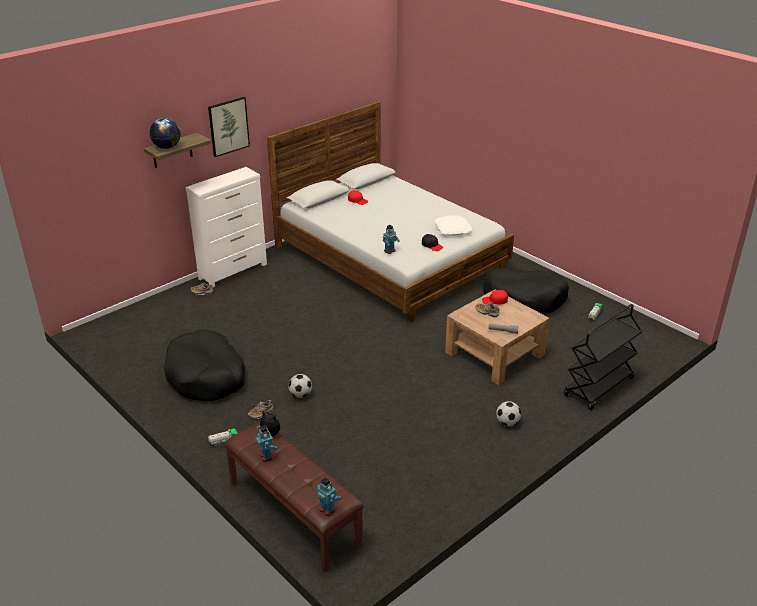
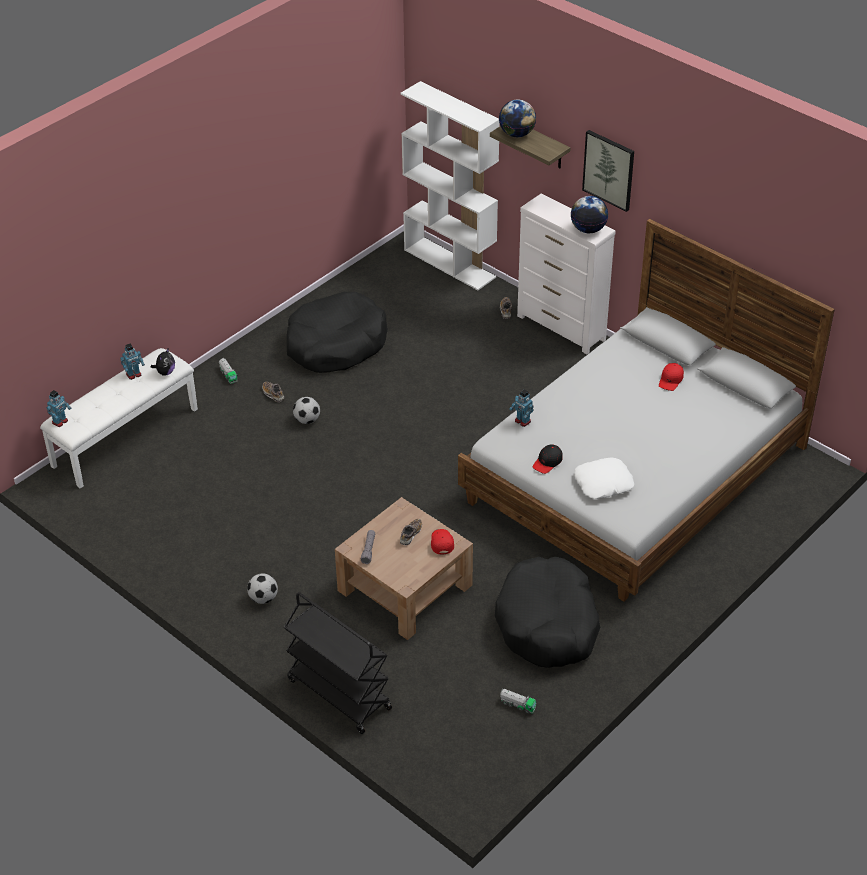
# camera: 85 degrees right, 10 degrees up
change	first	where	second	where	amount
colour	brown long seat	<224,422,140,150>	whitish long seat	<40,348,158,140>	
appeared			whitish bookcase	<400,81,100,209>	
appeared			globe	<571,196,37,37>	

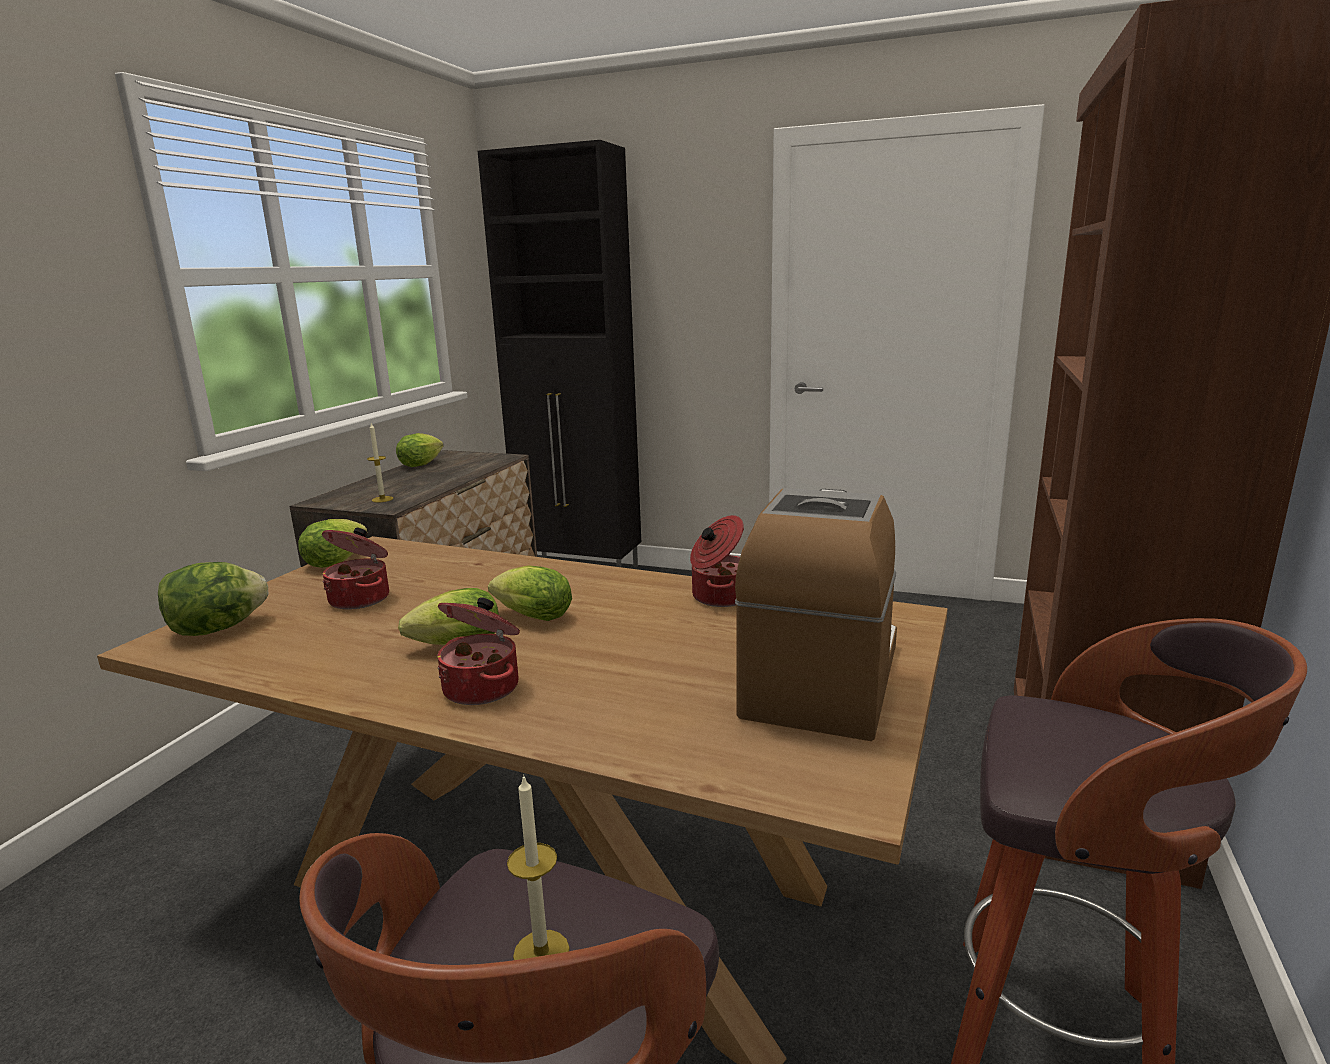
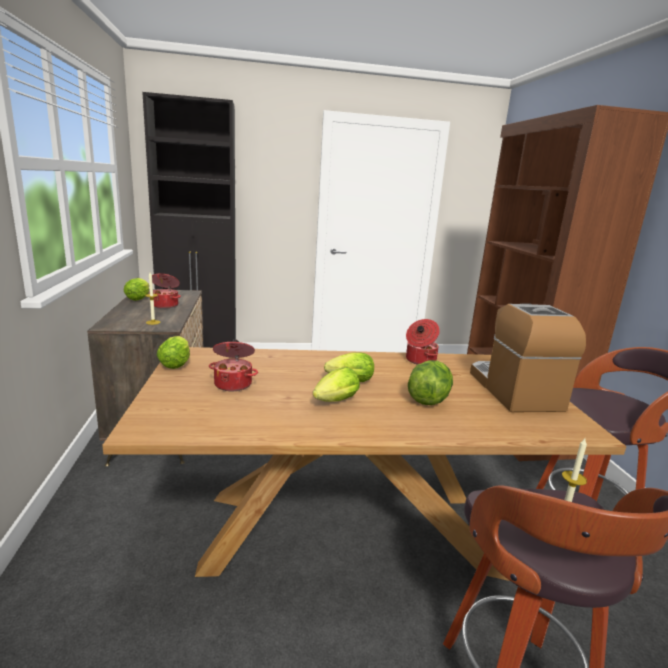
# camera: 30 degrees left, 0 degrees up
change	first	where	second	where	amount
relocated	lettuce	<158,562,110,74>		<408,360,45,45>	
relocated	stockpot	<438,597,82,108>		<149,273,32,36>	

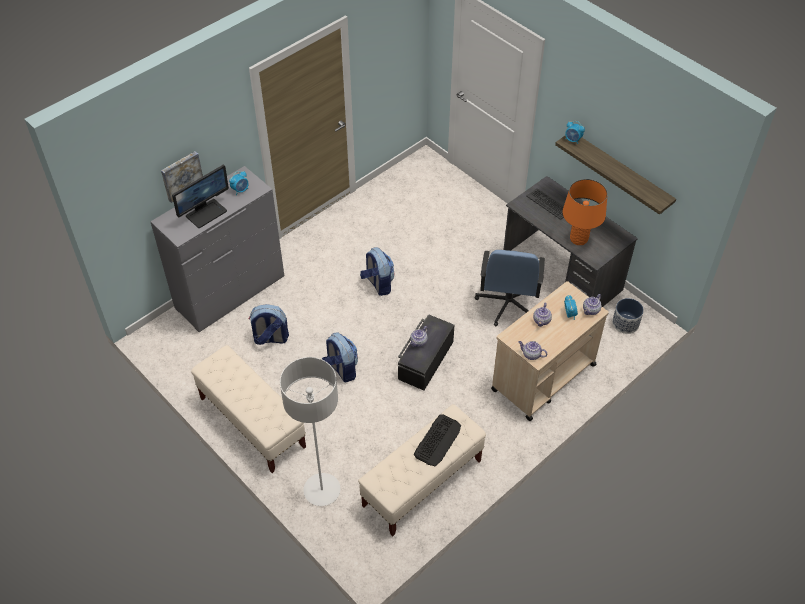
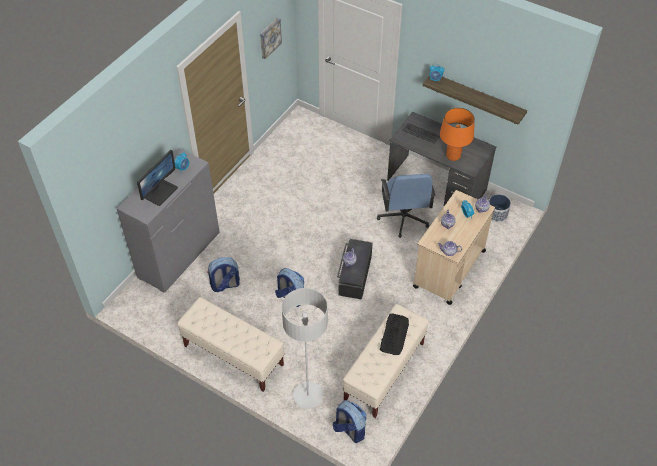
# camera: 15 degrees left, 0 degrees up
change	first	where	second	where	amount
relocated	wall art	<161,151,42,52>		<260,18,22,41>	
relocated	rucksack	<360,247,34,49>		<333,400,33,43>	

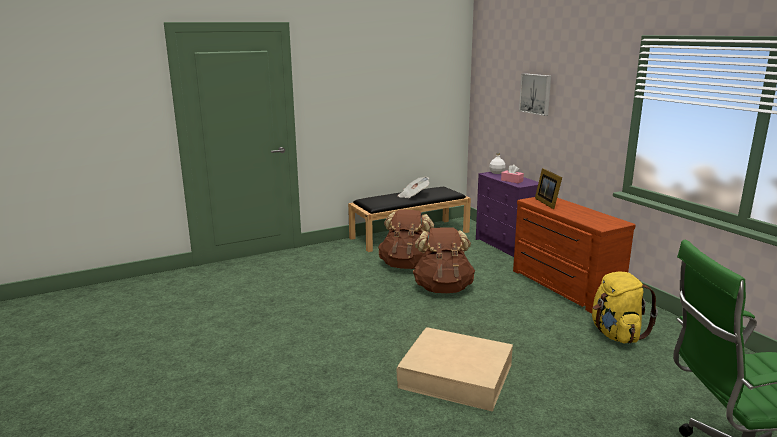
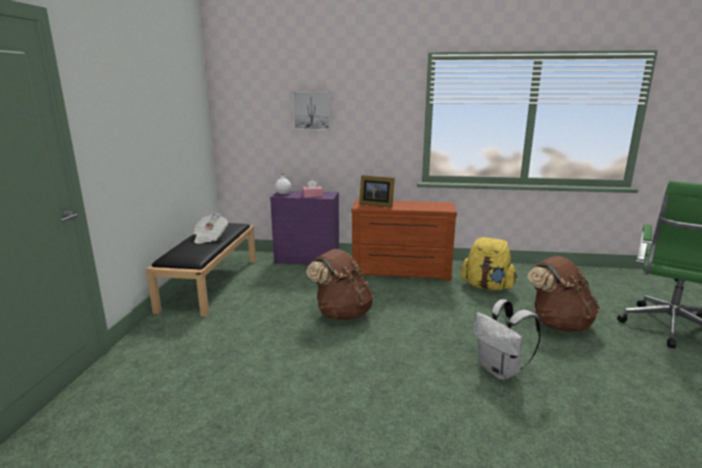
# camera: 55 degrees left, 0 degrees up
change	first	where	second	where	amount
relocated	brown rucksack	<378,209,56,60>		<527,256,73,76>	
exchanged	sand-coloured storage container	<396,327,117,84>	whitish rucksack	<473,299,68,81>	

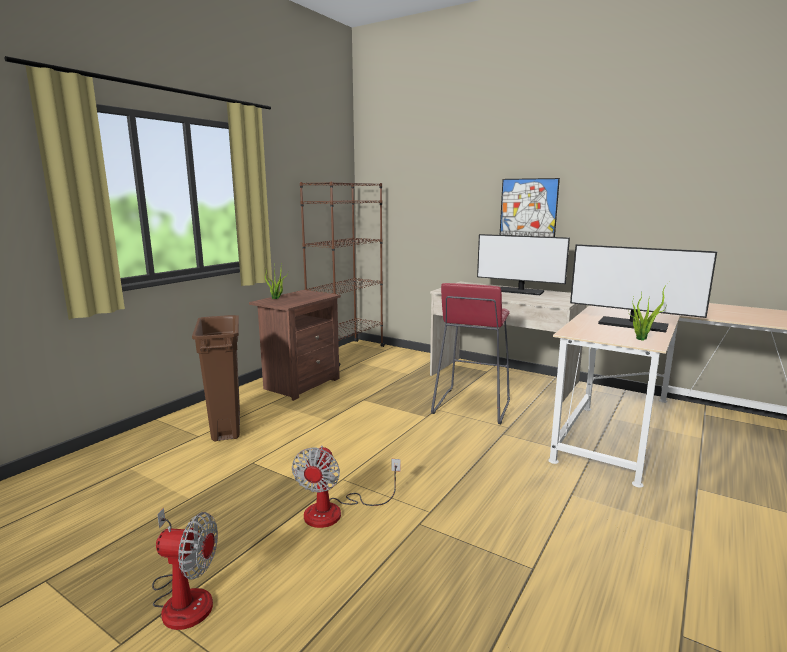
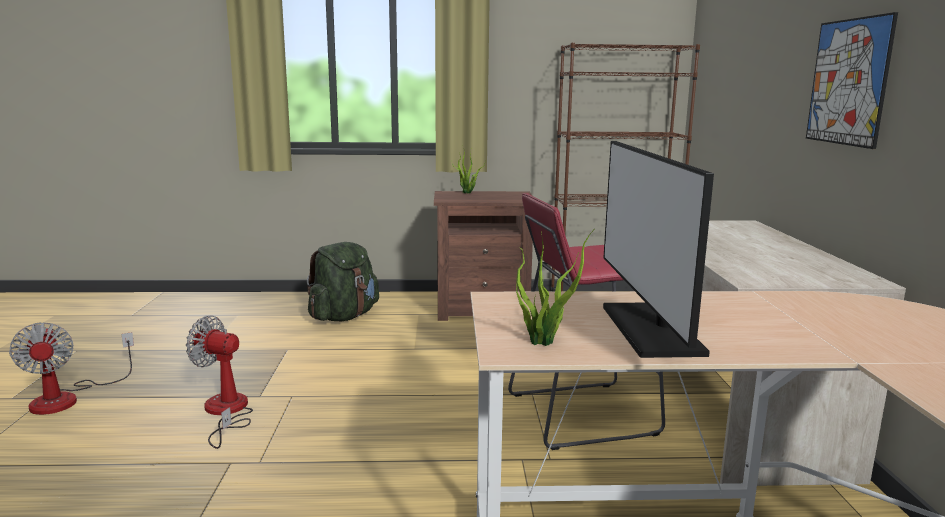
# camera: 55 degrees right, 0 degrees up
change	first	where	second	where	amount
exchanged	brown rubbish bin	<192,315,48,127>	green-coloured rucksack	<307,242,72,79>	
spun	fan	<292,446,109,82>		<186,315,67,134>	45 degrees clockwise
missing	computer display	<477,234,93,61>			

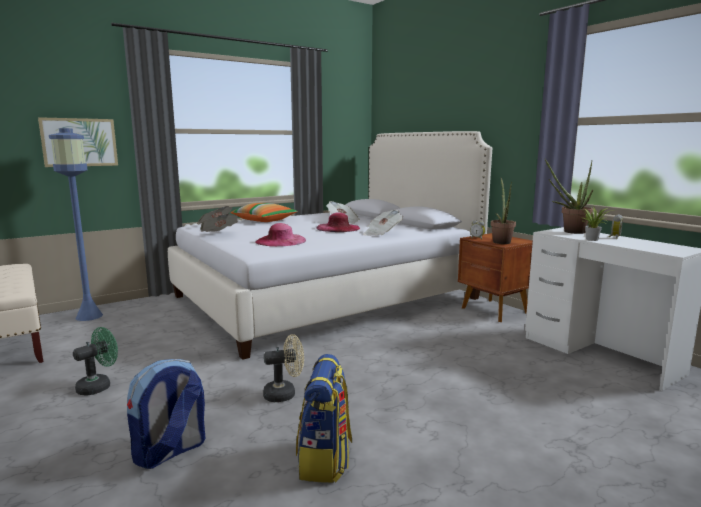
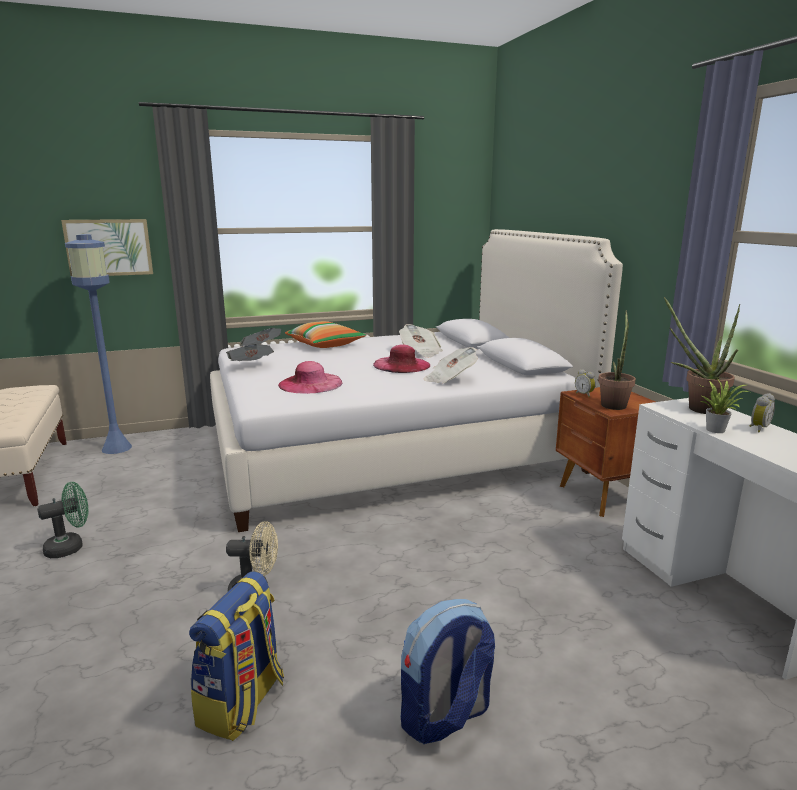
# camera: 15 degrees right, 5 degrees up
change	first	where	second	where	amount
relocated	rucksack	<127,359,78,110>		<401,599,94,145>	

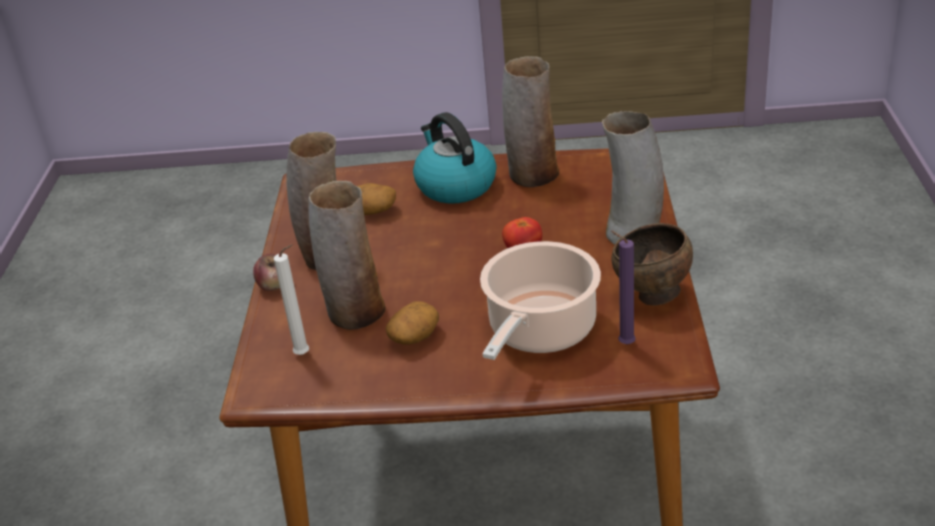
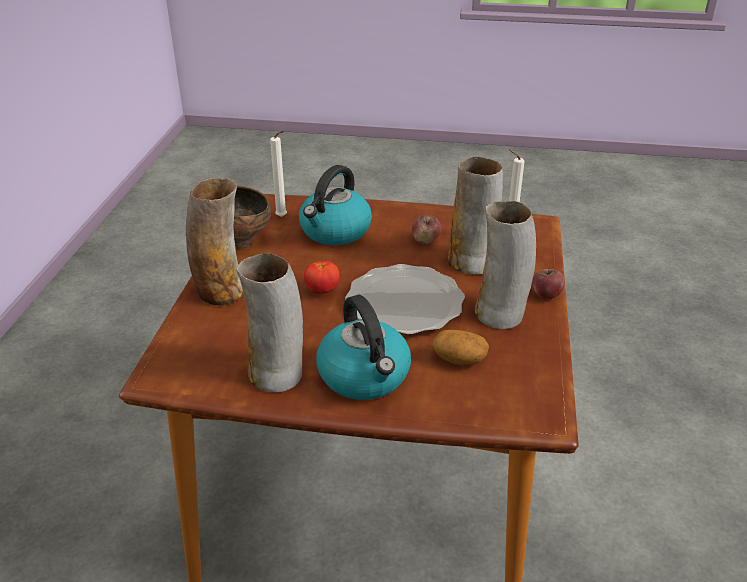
# camera: 175 degrees left, 0 degrees up
change	first	where	second	where	amount
exchanged	potato	<386,301,53,44>	apple fruit	<412,214,29,30>	
exchanged	stockpot	<480,241,121,119>	tea kettle	<299,165,73,80>	
colour	purple candle	<611,231,25,113>	whitish candle	<270,131,17,86>	
appeared			plate	<345,264,120,71>	

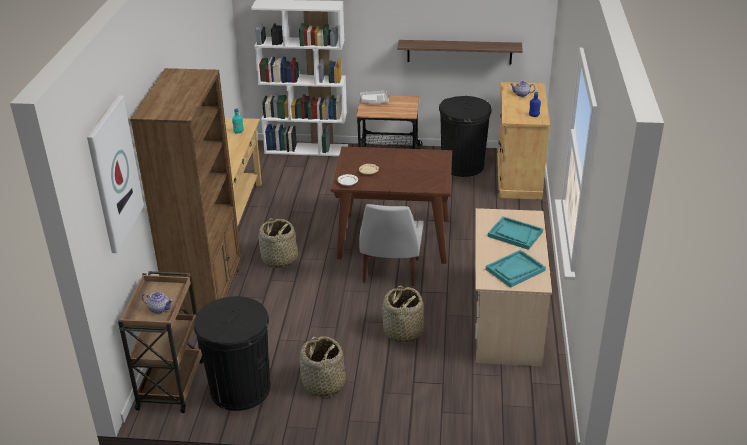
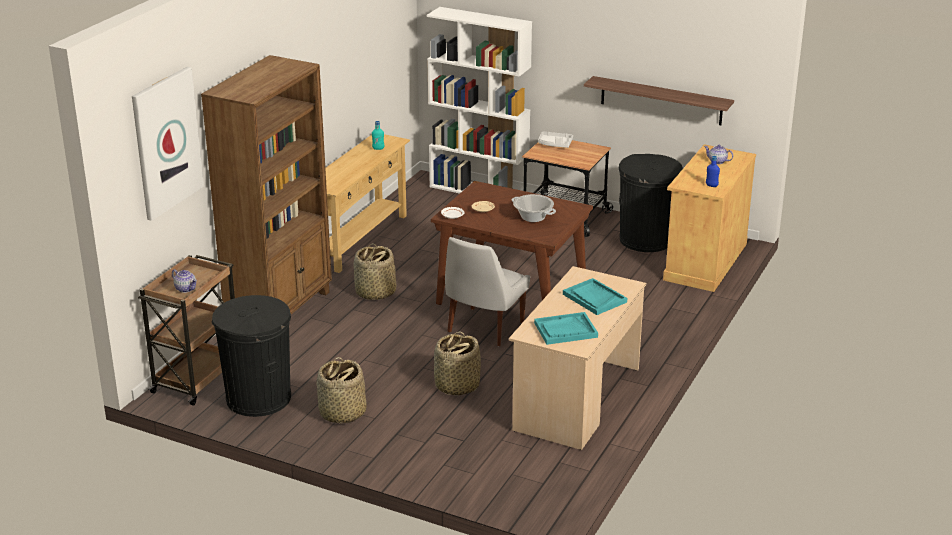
# camera: 20 degrees right, 5 degrees down
change	first	where	second	where	amount
appeared			stockpot	<512,194,44,28>	

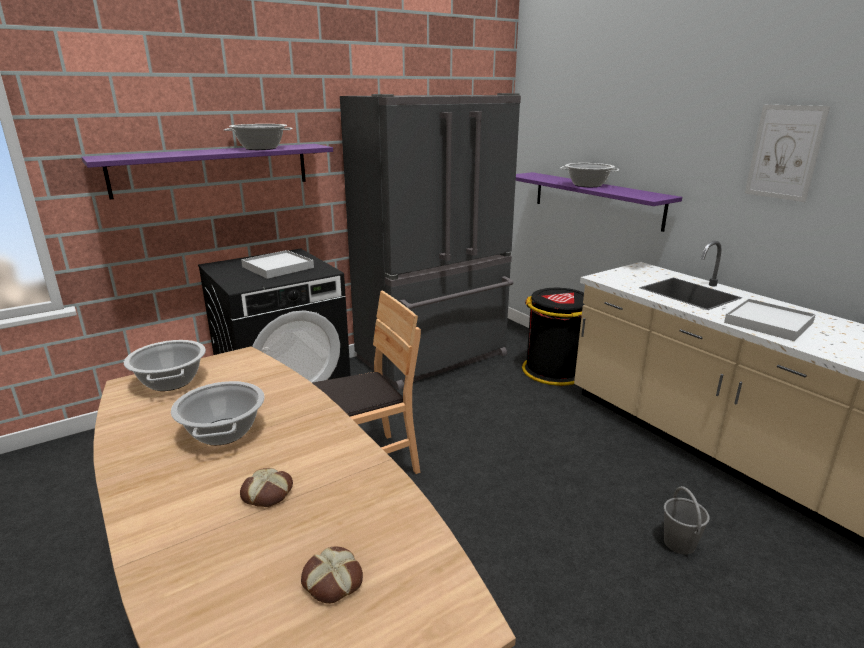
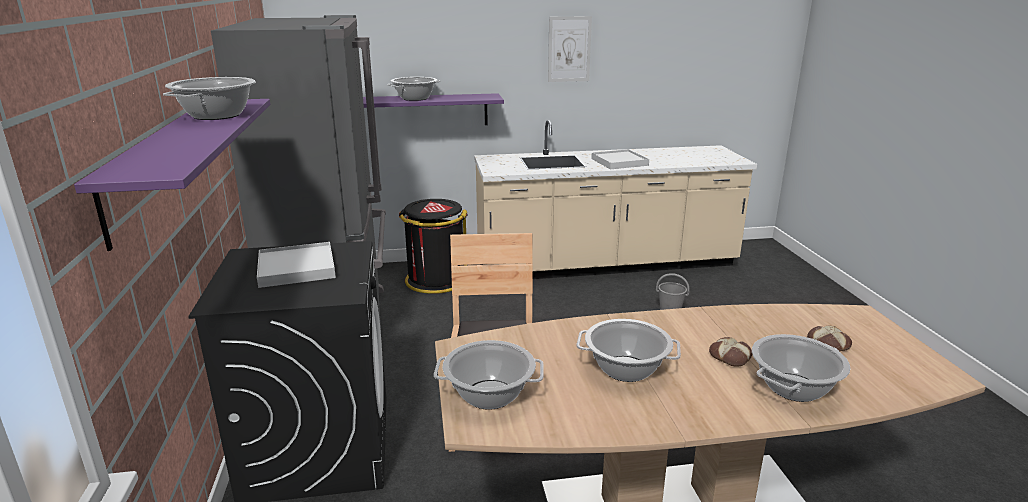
# camera: 65 degrees left, 0 degrees up
change	first	where	second	where	amount
appeared			stockpot	<752,334,99,68>	

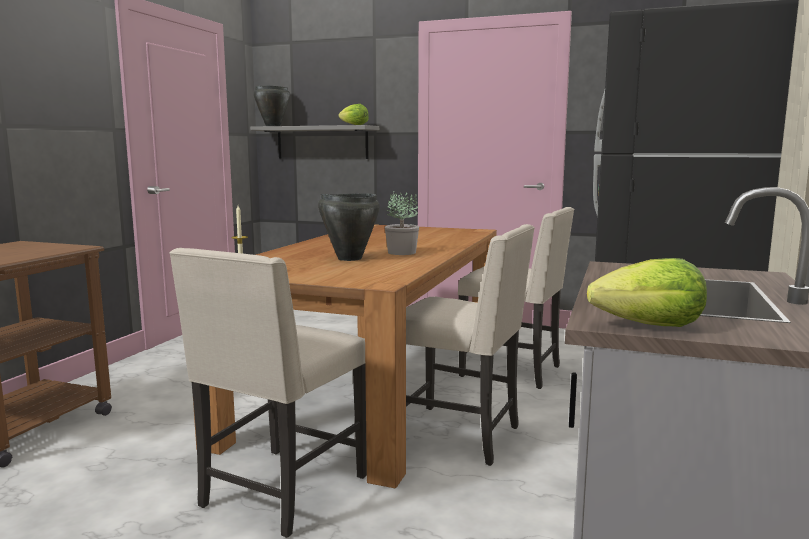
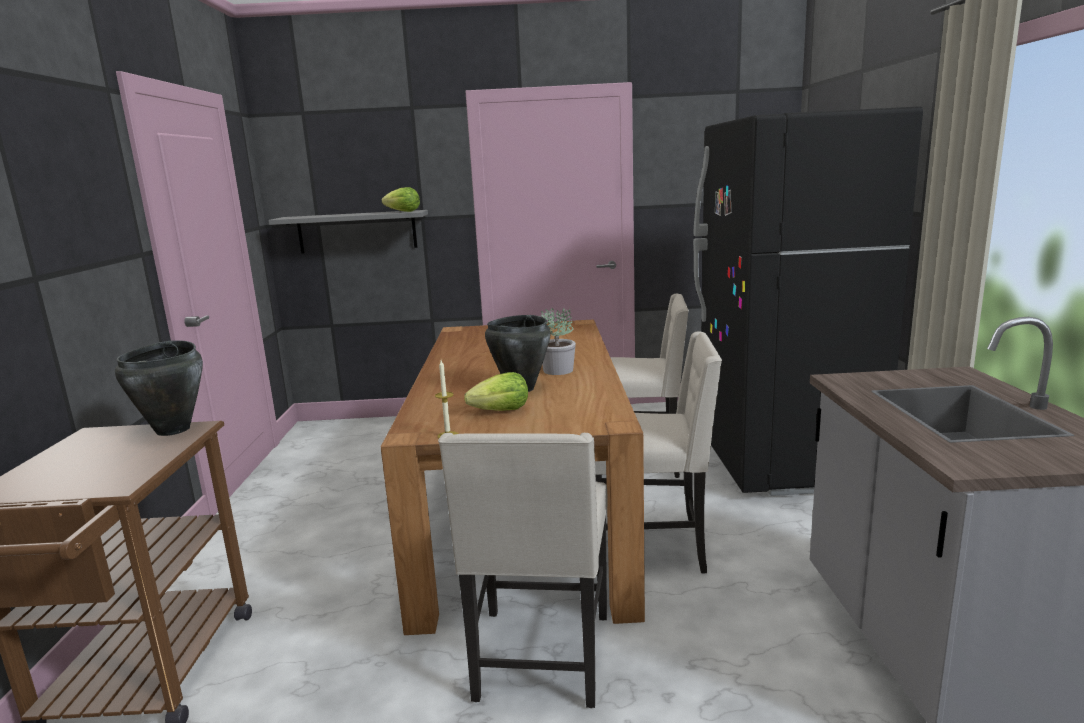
# camera: 20 degrees left, 5 degrees up
change	first	where	second	where	amount
relocated	black-coloured stockpot	<254,85,36,41>		<115,340,88,96>	
relocated	lettuce	<587,258,120,69>		<464,372,64,39>	

